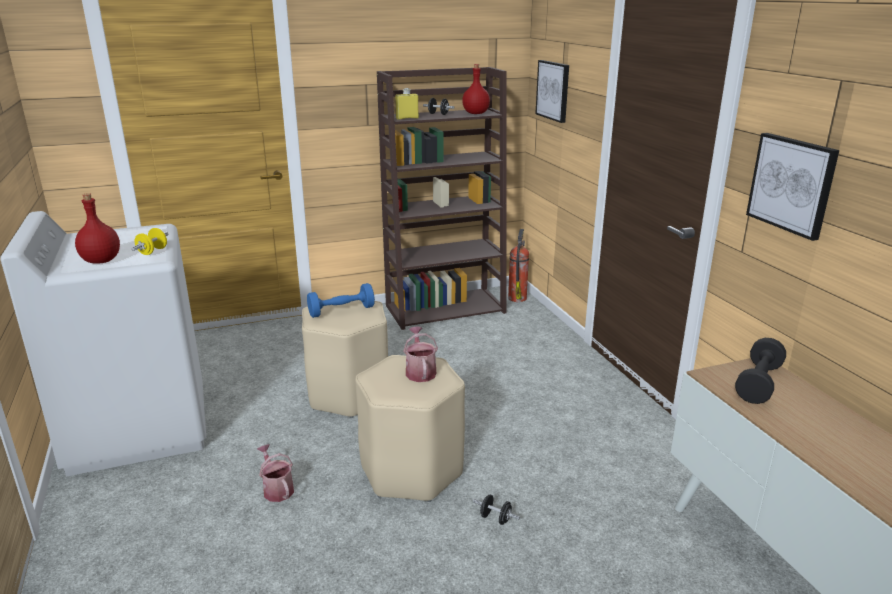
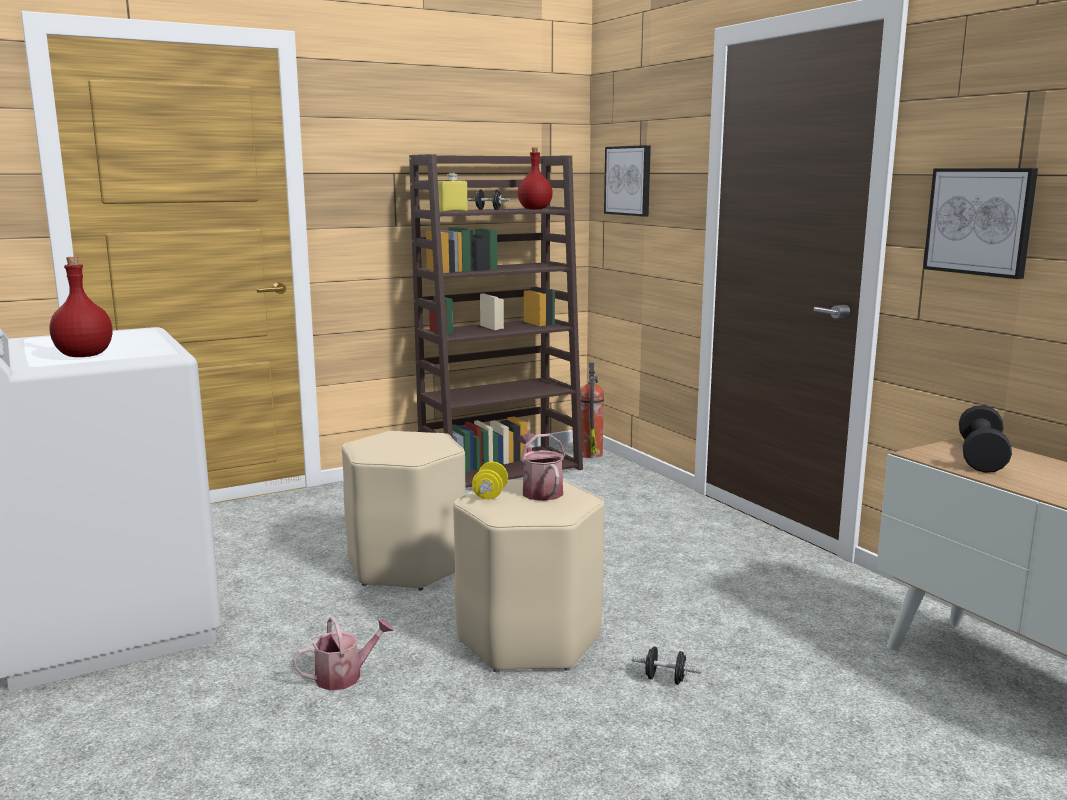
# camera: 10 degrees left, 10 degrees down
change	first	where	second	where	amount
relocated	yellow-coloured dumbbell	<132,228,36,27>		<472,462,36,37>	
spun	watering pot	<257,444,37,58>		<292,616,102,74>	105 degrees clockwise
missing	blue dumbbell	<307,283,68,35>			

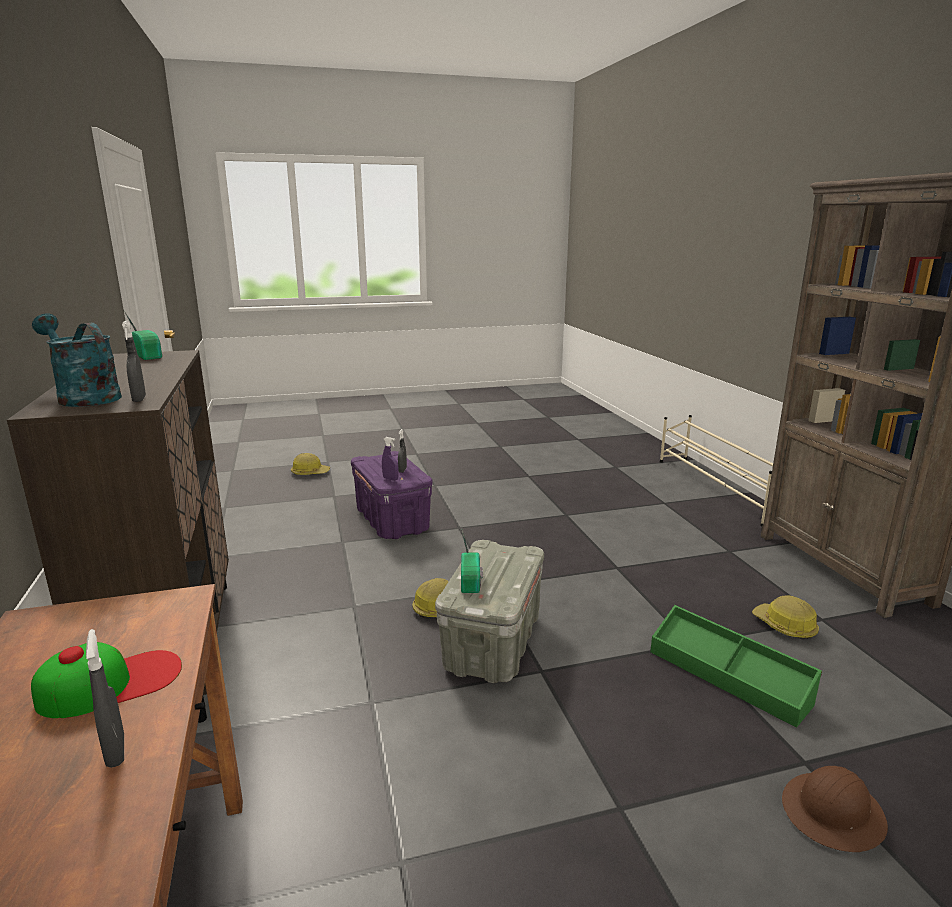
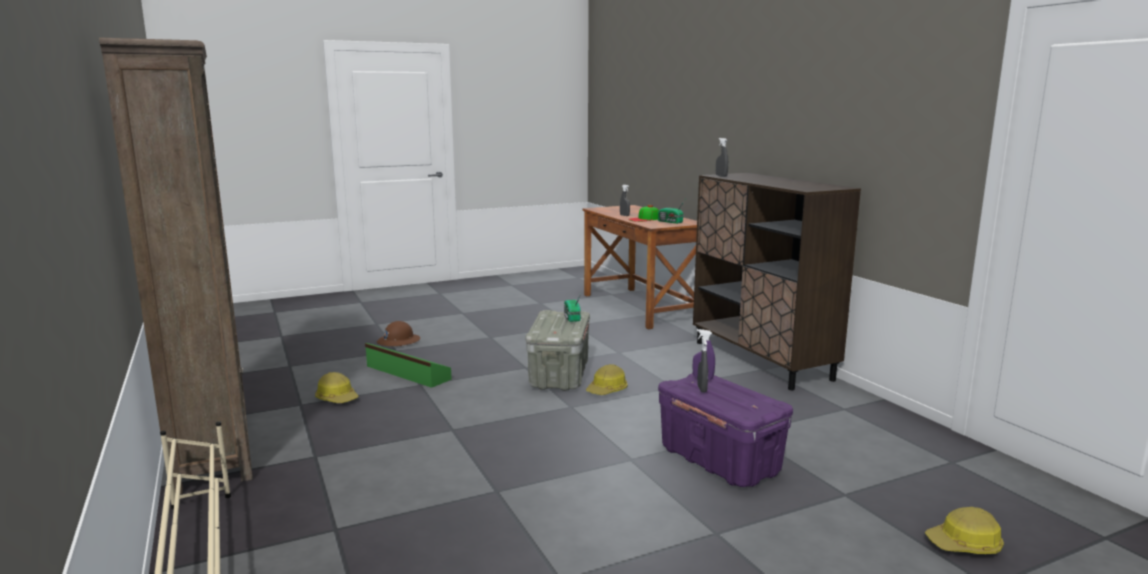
# camera: 170 degrees right, 5 degrees down
change	first	where	second	where	amount
missing	blue-green watering pot	<32,313,90,94>			
relocated	radio set	<123,309,39,51>		<658,200,27,24>	

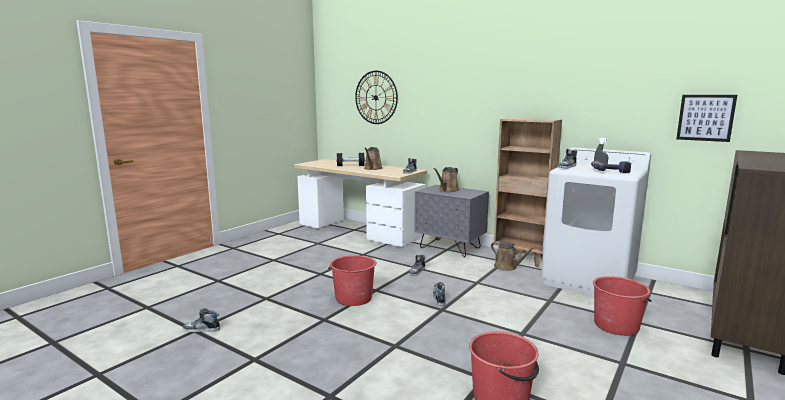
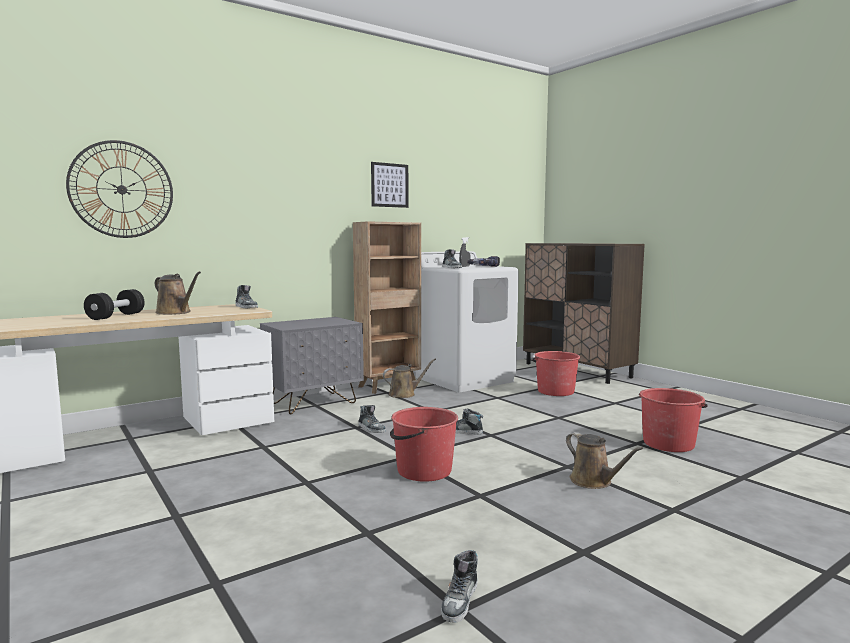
# camera: 70 degrees left, 5 degrees down
change	first	where	second	where	amount
relocated	brown watering pot	<434,167,25,25>		<566,432,77,57>	
relocated	wall art	<676,95,61,47>		<371,162,38,46>	

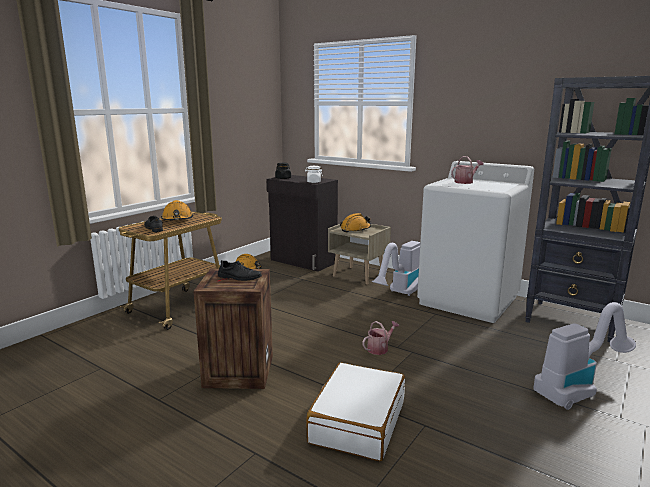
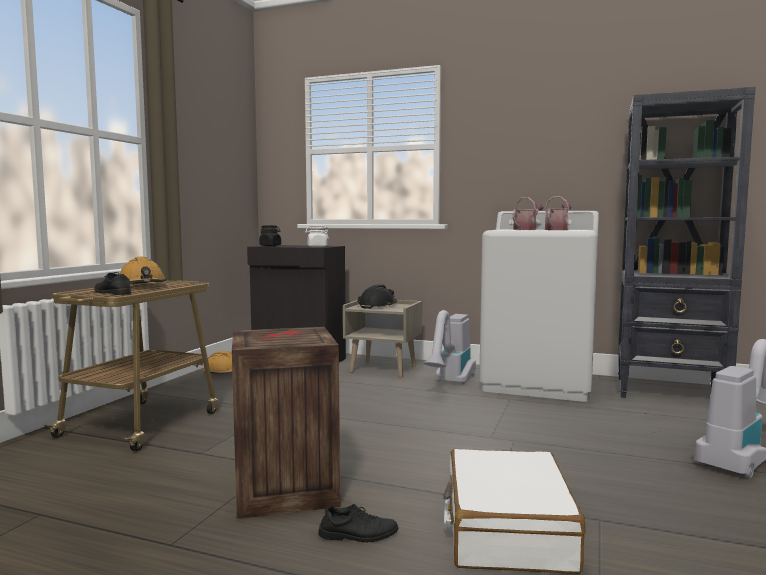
# camera: 15 degrees left, 10 degrees down
change	first	where	second	where	amount
relocated	black-coloured item of footwear	<218,260,44,21>		<318,504,80,39>	
colour	orange safety helmet	<340,213,31,19>	black-coloured safety helmet	<357,284,40,25>	
relocated	watering pot	<362,321,37,34>		<544,196,28,34>	

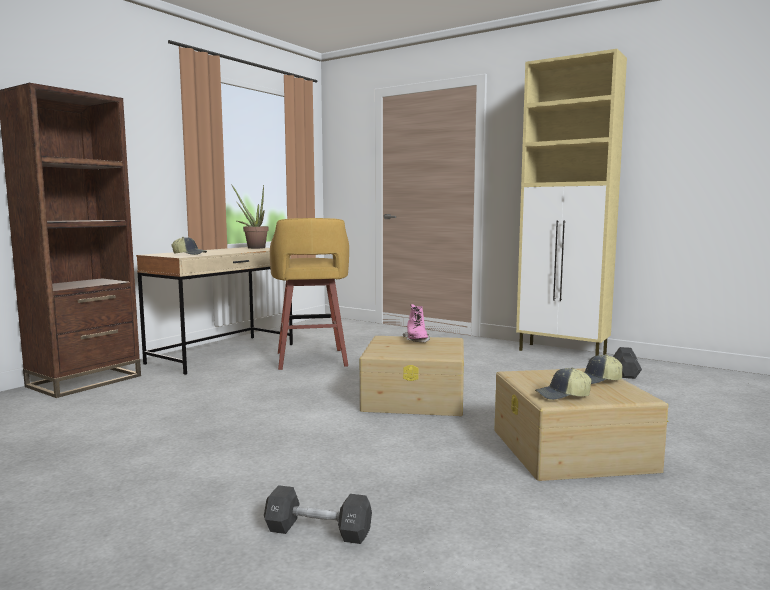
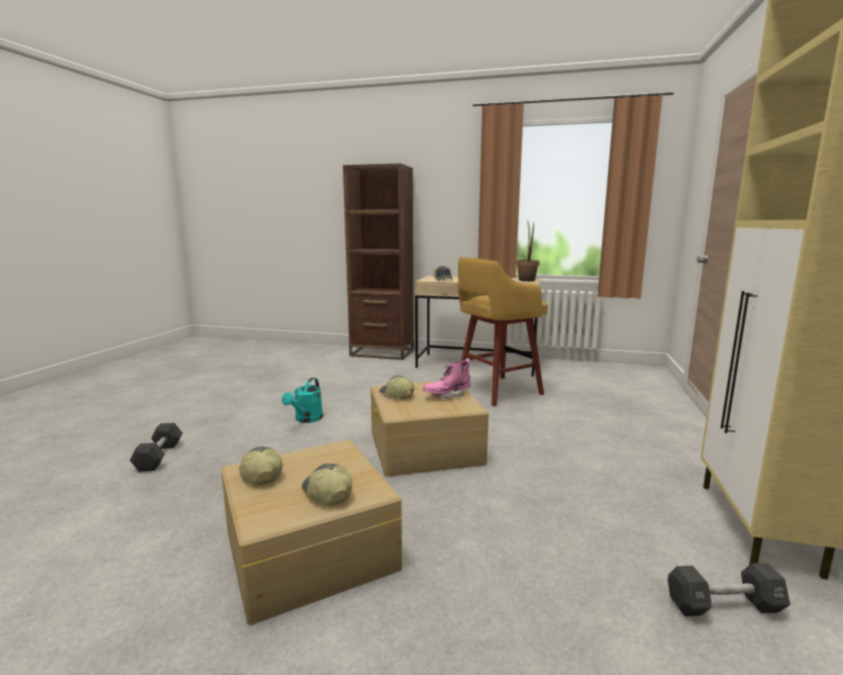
# camera: 70 degrees right, 5 degrees up
change	first	where	second	where	amount
appeared			blue-green watering pot	<282,378,41,45>	
appeared			peaked cap	<379,376,35,23>	

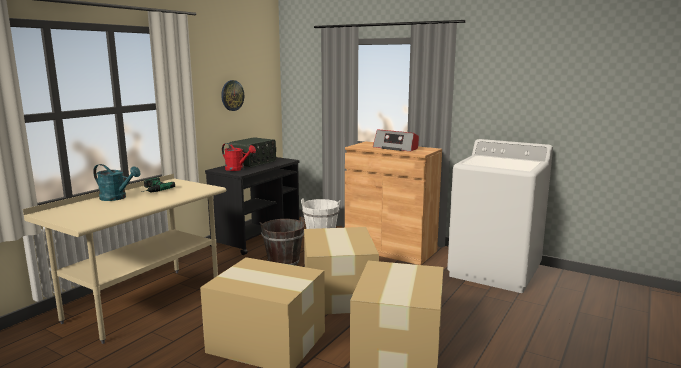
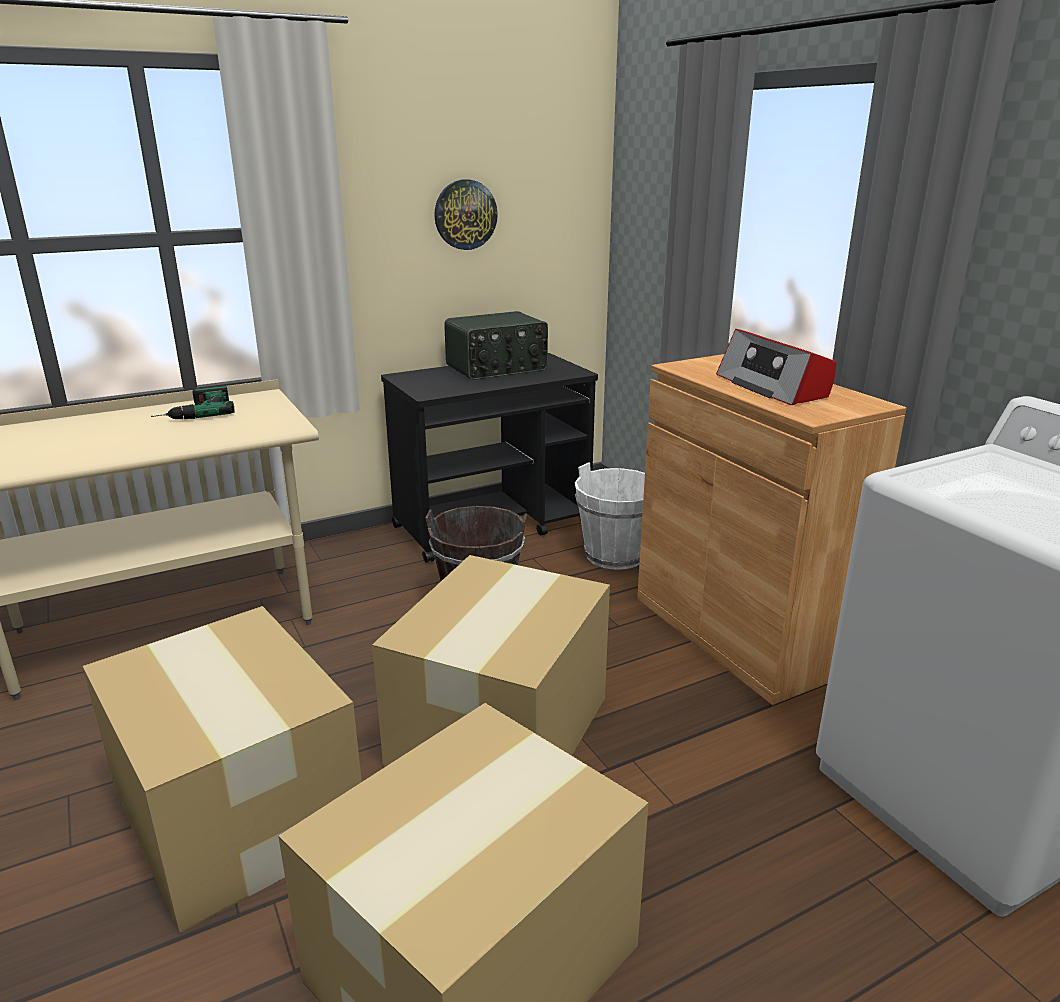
# camera: 30 degrees right, 10 degrees up
change	first	where	second	where	amount
missing	blue-green watering pot	<93,164,48,37>			
missing	reddish watering pot	<222,143,34,28>			

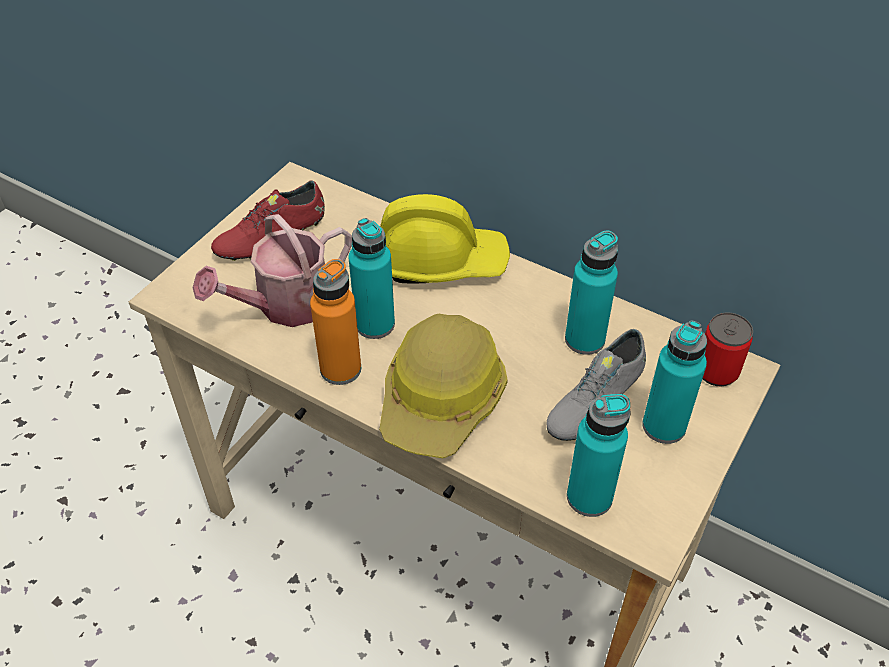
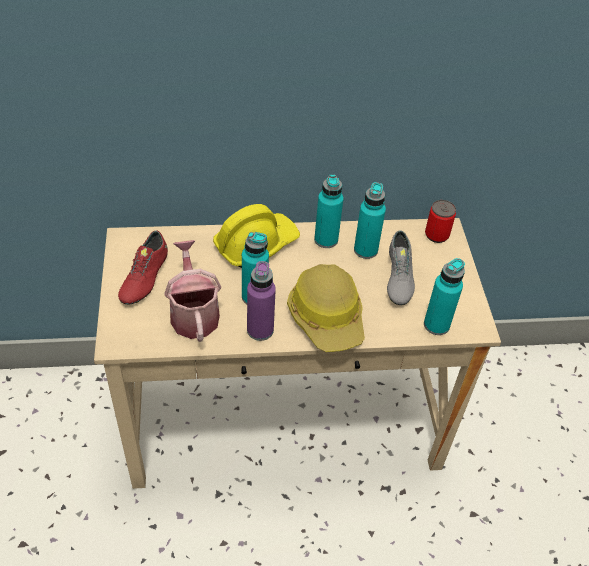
# camera: 40 degrees left, 0 degrees up
change	first	where	second	where	amount
spun	watering pot	<192,214,160,113>		<164,240,57,102>	150 degrees clockwise
colour	orange beverage bottle	<310,259,51,126>	purple beverage bottle	<247,261,29,80>	
relocated	blue-green beverage bottle	<642,320,65,124>		<314,174,30,74>	

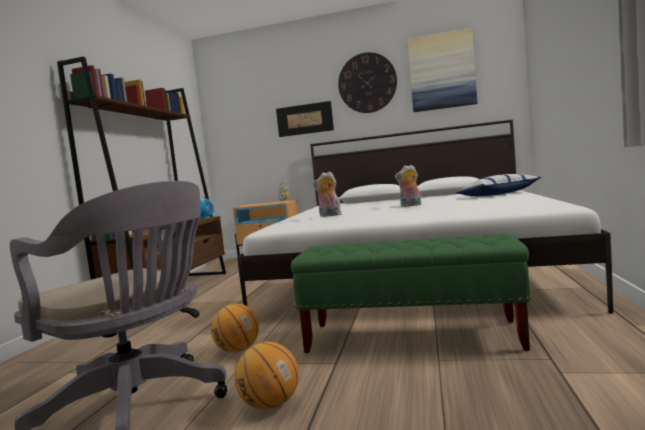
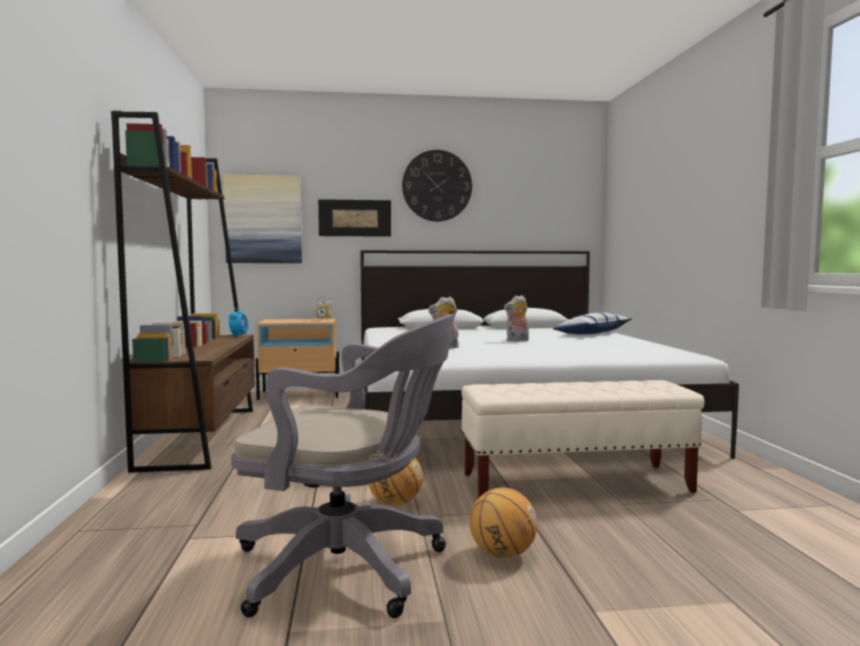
# camera: 20 degrees left, 0 degrees up
change	first	where	second	where	amount
colour	green-coloured long seat	<291,233,240,120>	sand-coloured long seat	<461,380,244,118>	
relocated	wall art	<407,28,70,84>		<223,175,79,88>	

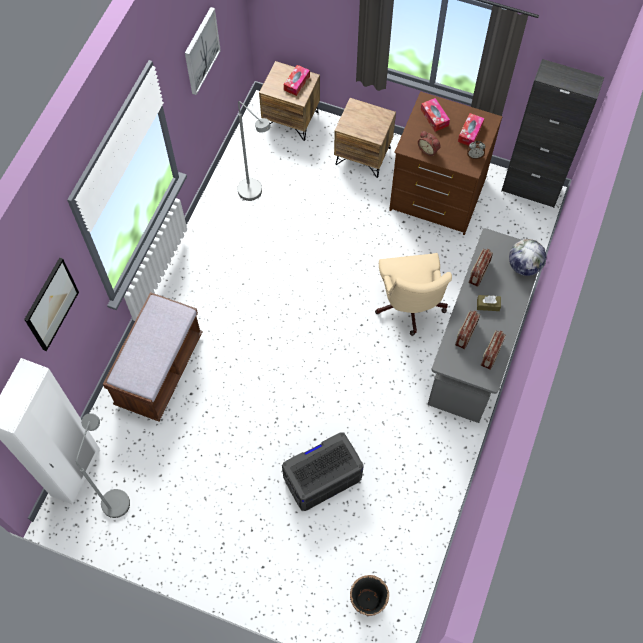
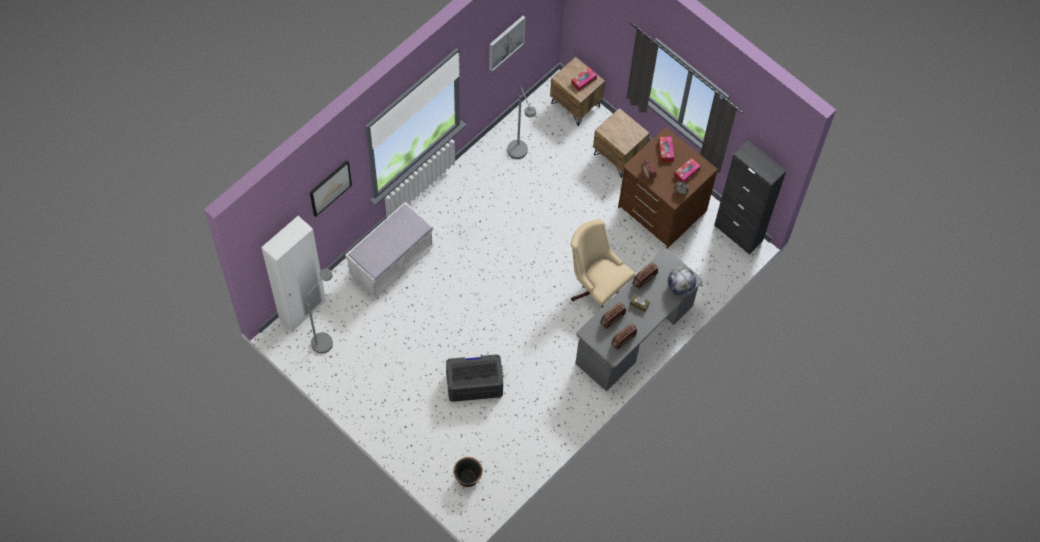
# camera: 20 degrees right, 0 degrees up
change	first	where	second	where	amount
colour	brown long seat	<103,292,100,130>	whitish long seat	<345,202,89,96>	
spun	sand-coloured computer chair	<375,253,77,83>		<571,219,64,89>	120 degrees clockwise

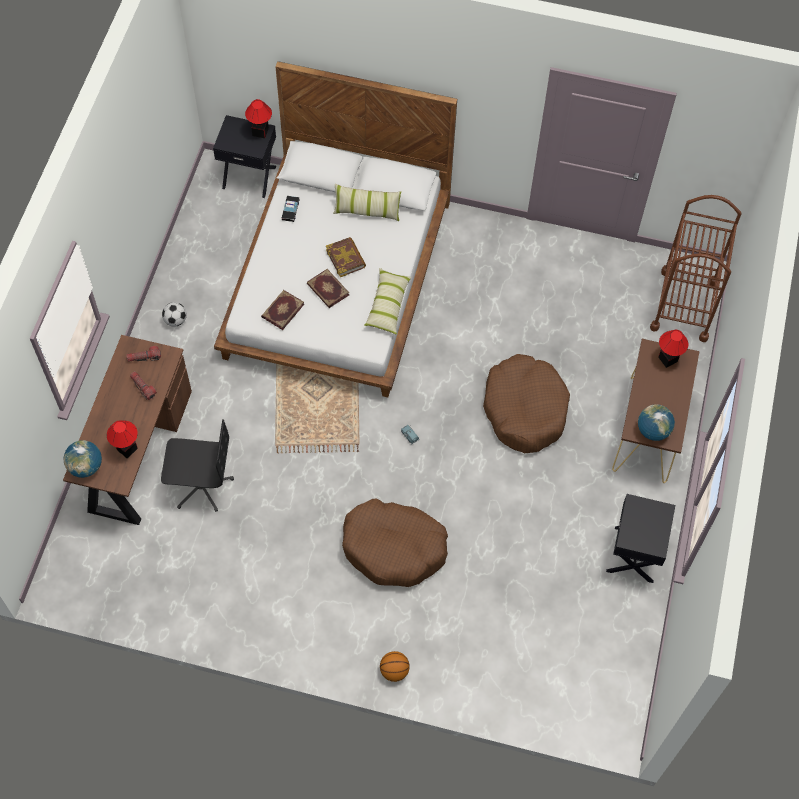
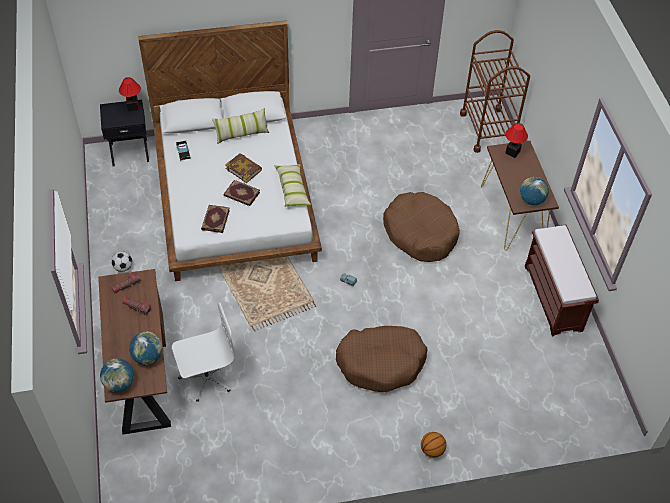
# camera: 25 degrees left, 10 degrees down
change	first	where	second	where	amount
exchanged	lamp for a table	<107,420,31,38>	globe	<129,331,34,34>	
colour	black-coloured computer chair	<161,419,73,93>	whitish computer chair	<172,303,63,99>	
exchanged	black-coloured bedside table	<606,494,69,89>	brown long seat	<525,224,74,113>	

